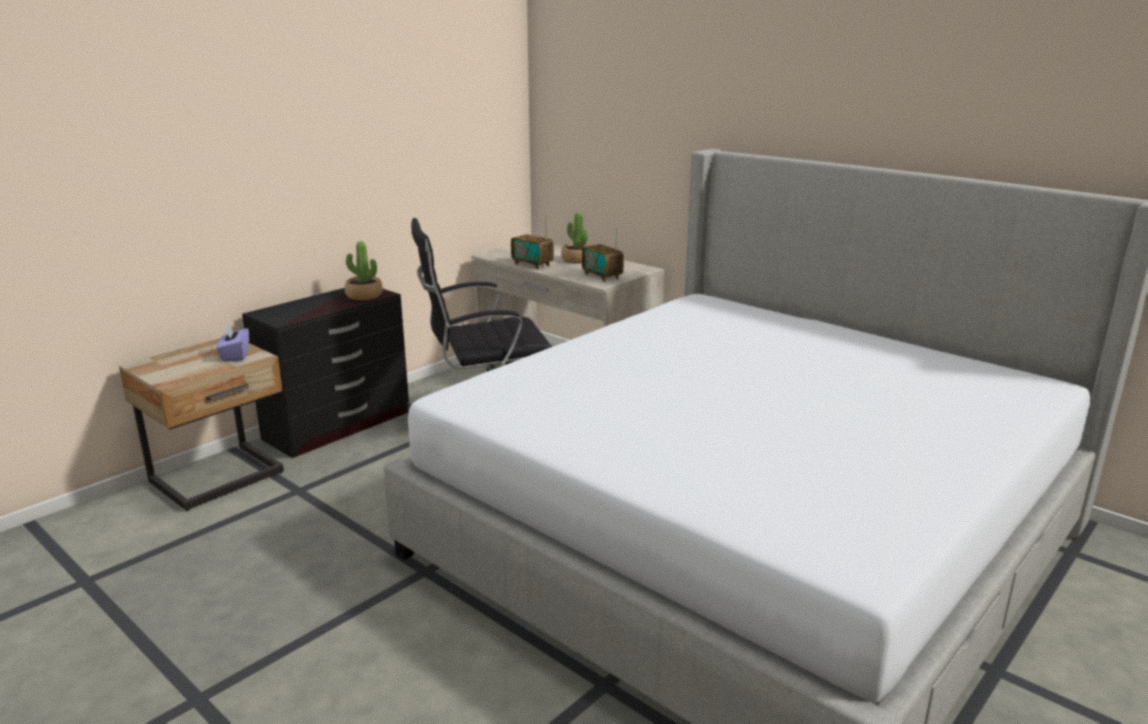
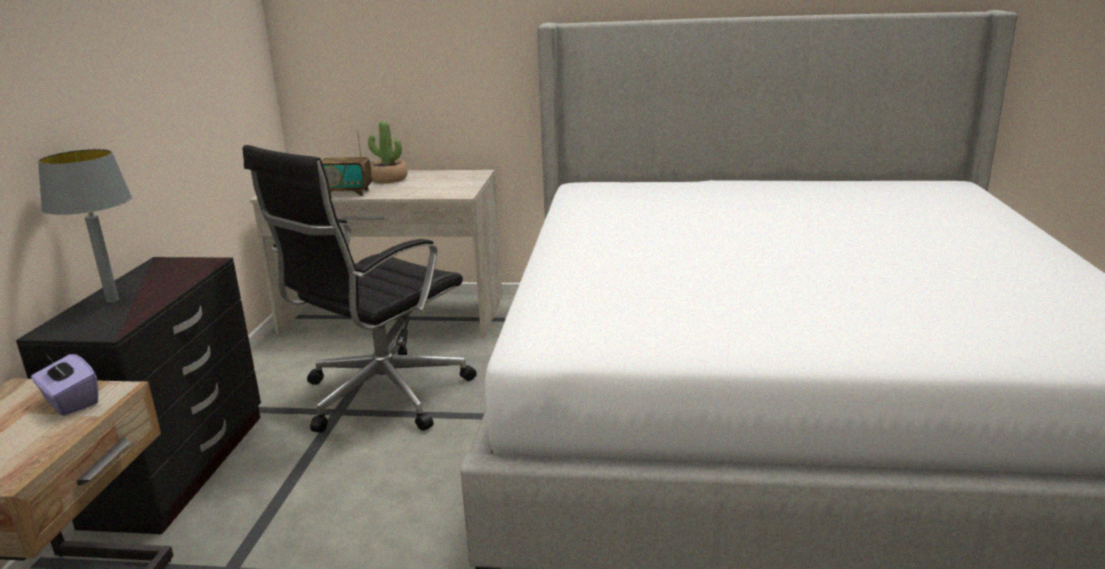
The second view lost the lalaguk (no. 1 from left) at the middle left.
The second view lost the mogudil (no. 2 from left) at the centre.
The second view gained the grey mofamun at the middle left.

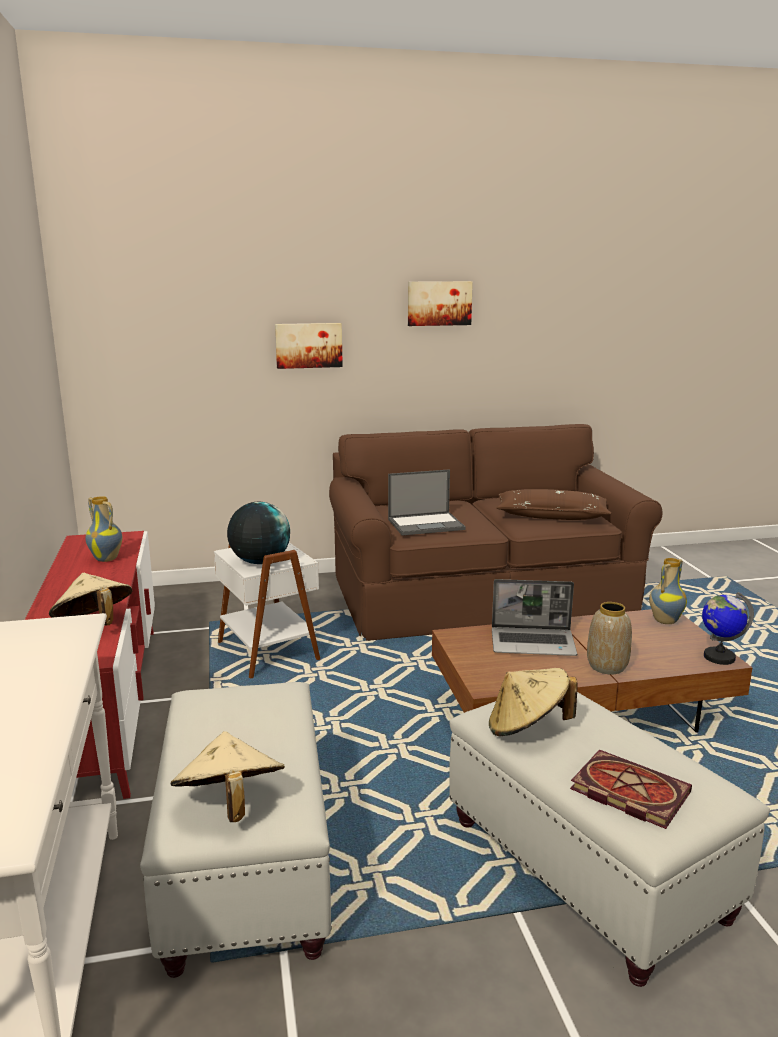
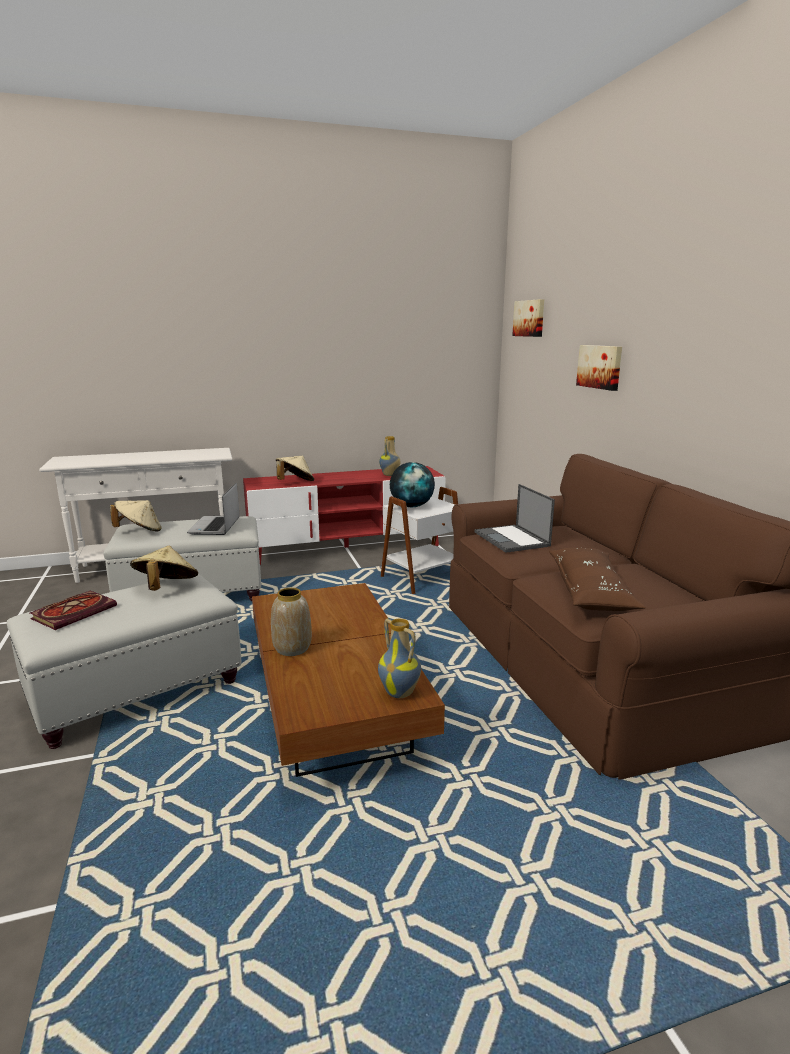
The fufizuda (no. 2 from left in the first image) ended up elsewhere, having gone from the top centre to the top right.
The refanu (no. 2 from left in the first image) ended up elsewhere, having gone from the middle right to the middle left.
The second view lost the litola (no. 2 from left) at the middle right.

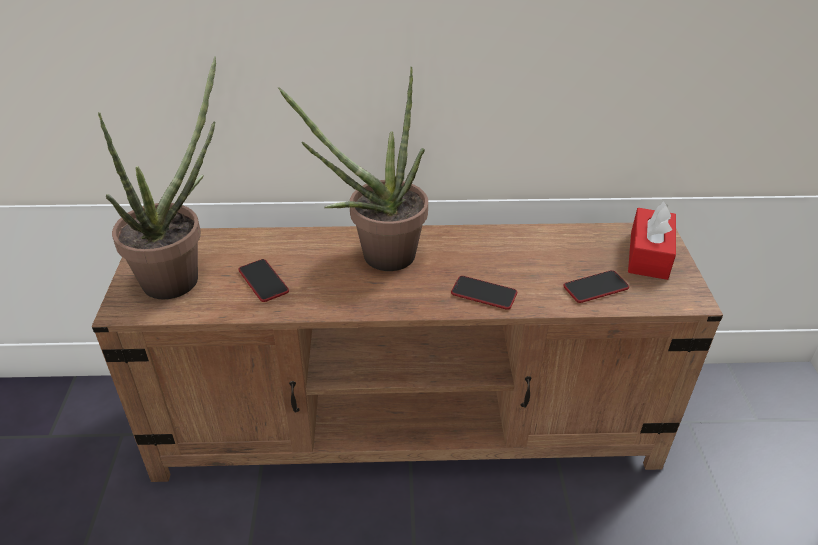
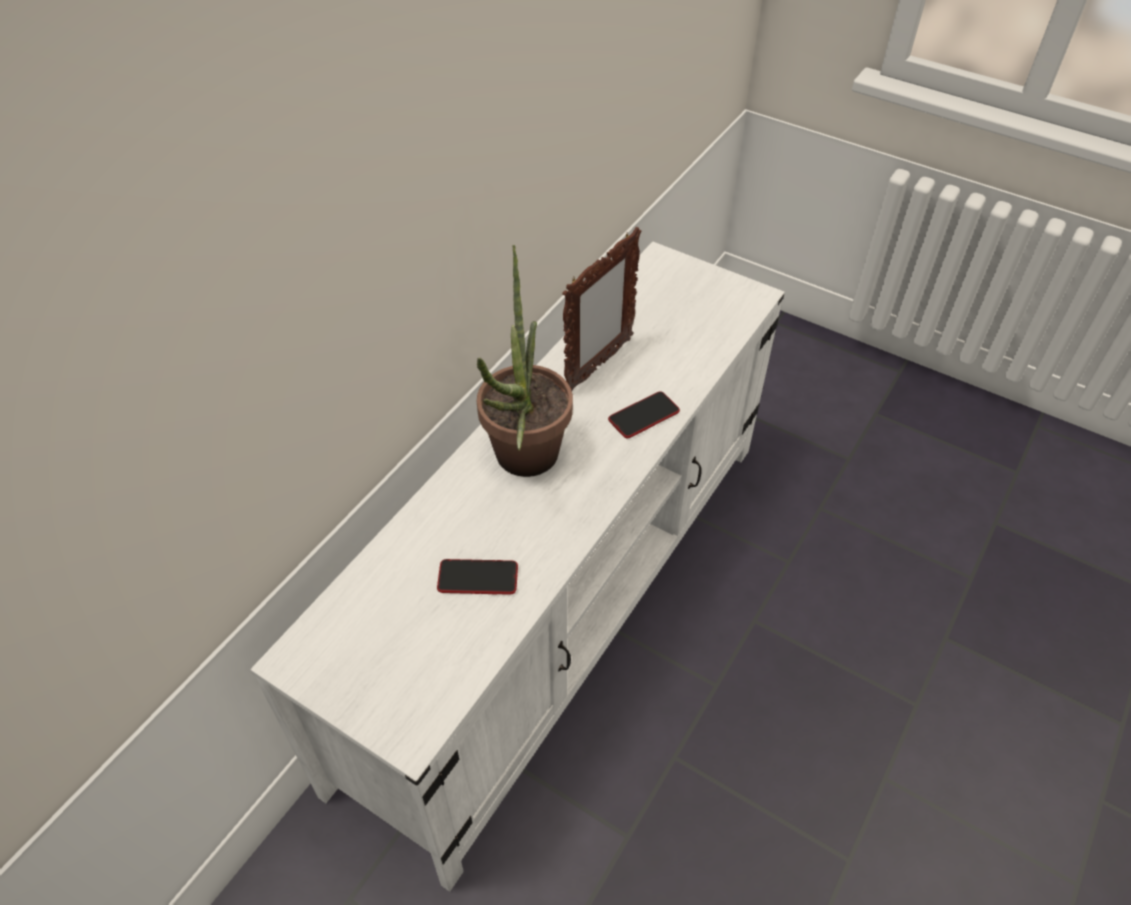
What was the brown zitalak at the centre turned into the white zitalak at the centre.
The second view lost the lalaguk (no. 1 from left) at the top left.
The second view lost the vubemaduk (no. 3 from left) at the middle right.
The second view lost the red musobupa at the middle right.
The second view gained the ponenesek at the centre.

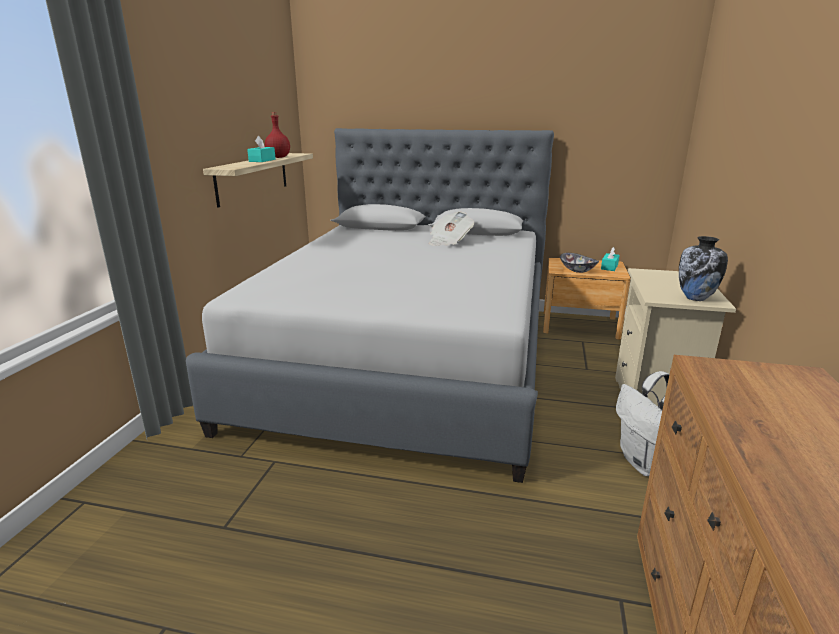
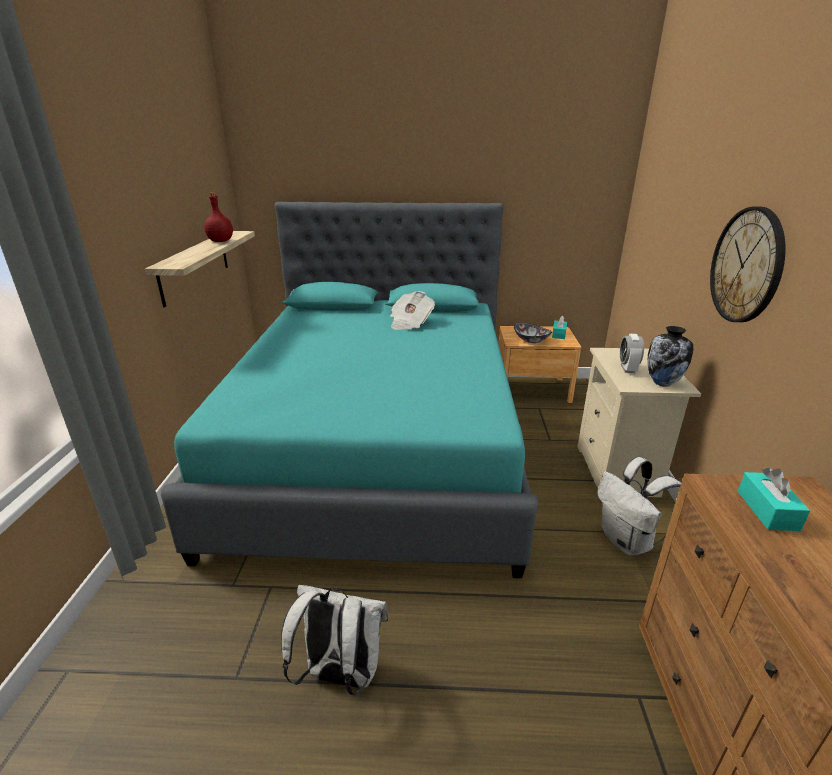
What was the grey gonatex at the centre turned into the turquoise gonatex at the centre.
The turquoise musobupa (no. 1 from left in the first image) ended up elsewhere, having gone from the top left to the middle right.
The second view gained the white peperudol (no. 1 from left) at the bottom centre.
The second view gained the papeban at the middle right.
The second view gained the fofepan at the middle right.

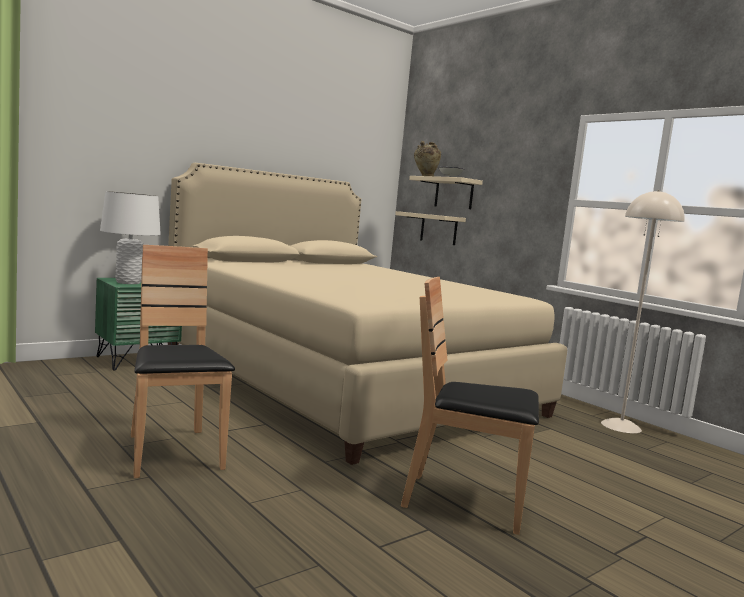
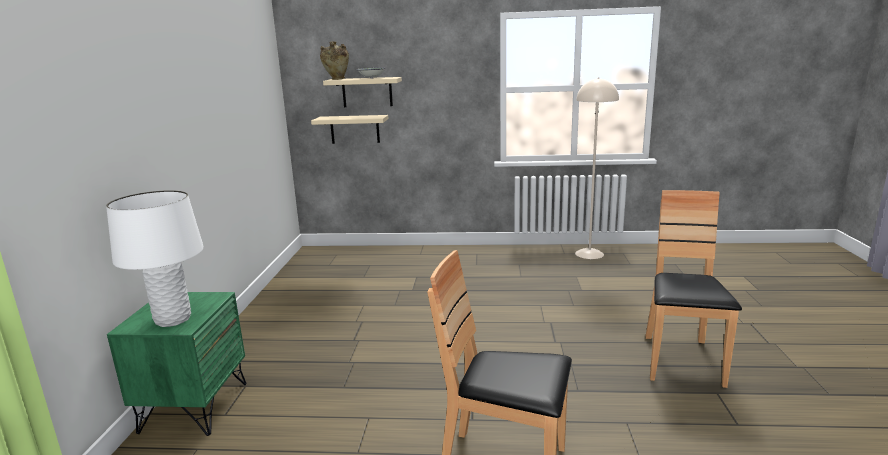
The second view lost the beige gonatex at the centre.
The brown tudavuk (no. 2 from left) at the bottom centre ended up facing another way, 135 degrees clockwise from before.

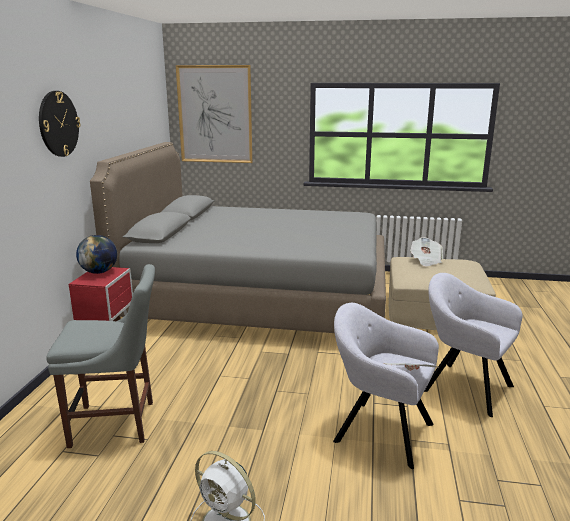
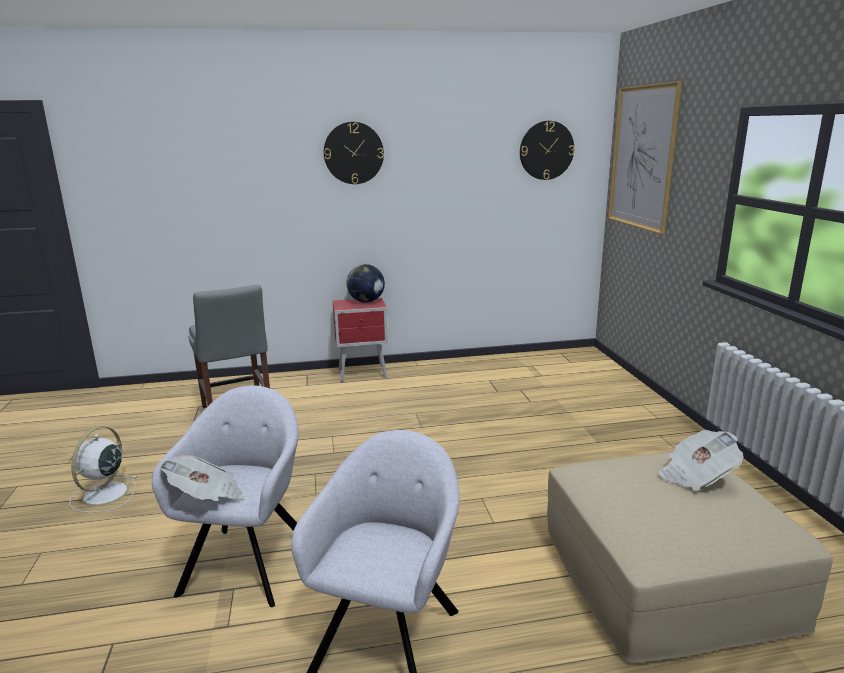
The second view lost the grey gonatex at the centre.
The second view gained the fofepan (no. 2 from left) at the top centre.

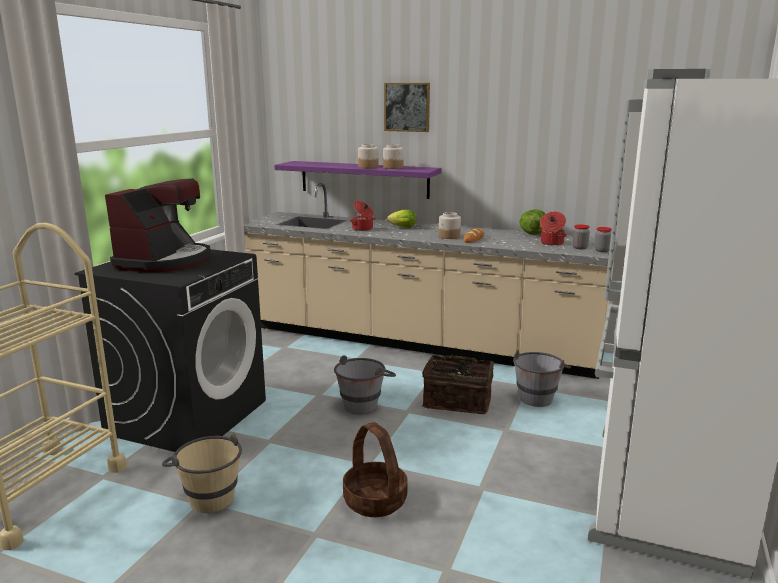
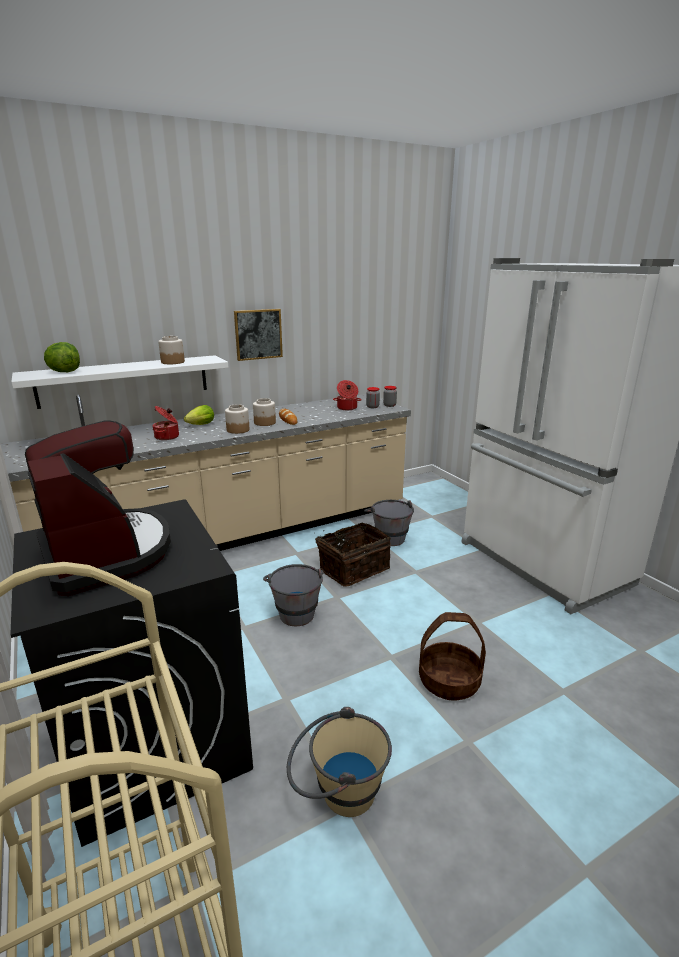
What was the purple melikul at the top centre turned into the white melikul at the middle left.
The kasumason (no. 1 from left in the first image) ended up elsewhere, having gone from the top centre to the centre.
The fufizuda ended up elsewhere, having gone from the top centre to the centre.
The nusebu (no. 2 from left in the first image) ended up elsewhere, having gone from the middle right to the middle left.

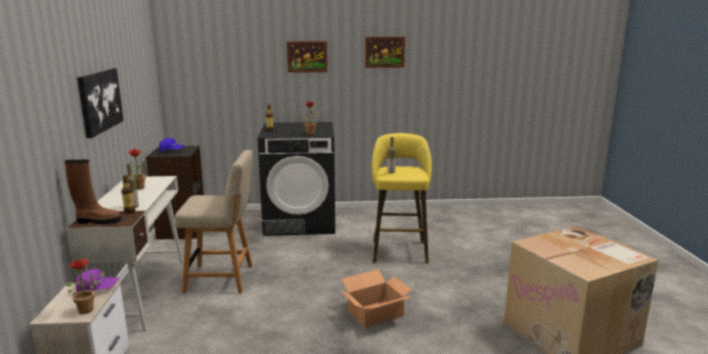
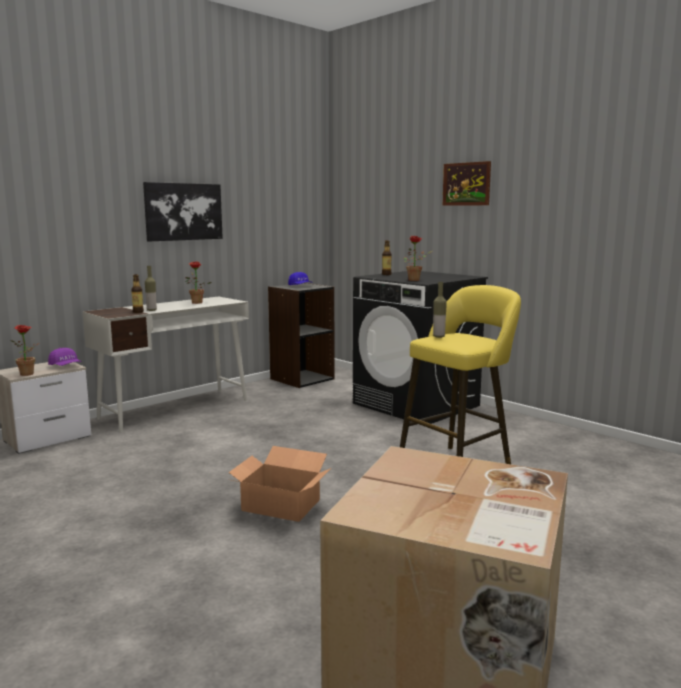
The second view lost the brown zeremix at the middle left.
The second view lost the beige tudavuk at the middle left.
The second view lost the fufizuda (no. 3 from left) at the top centre.

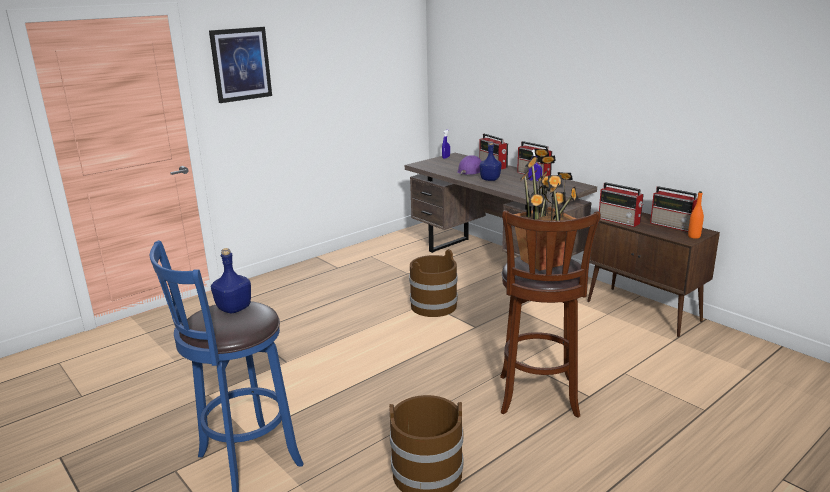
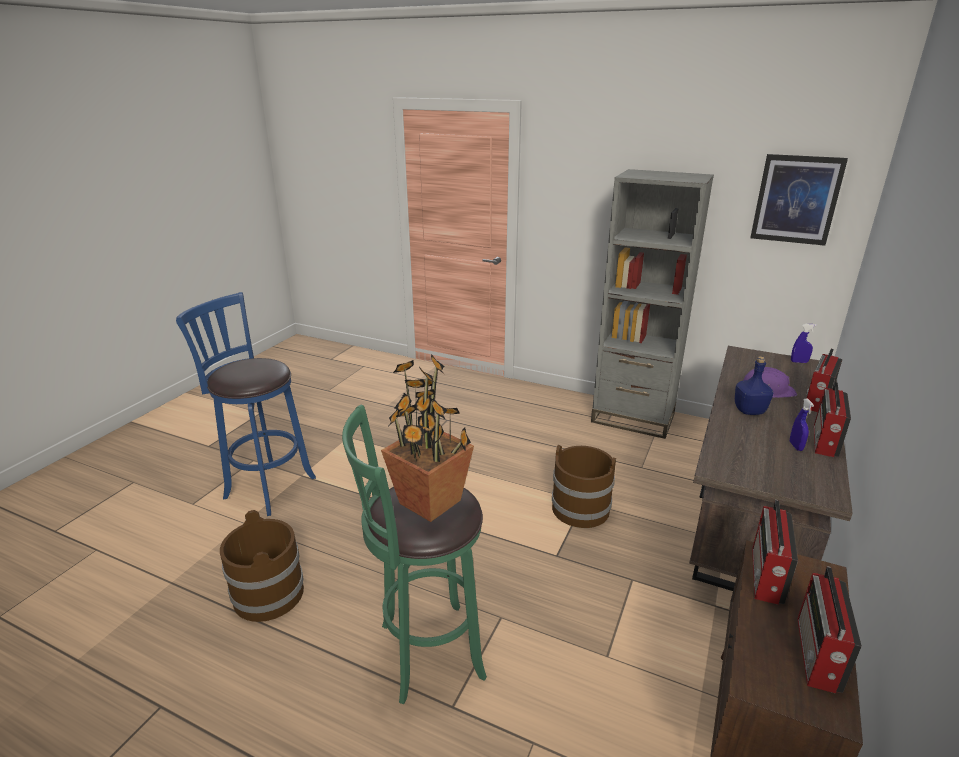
The fufizuda ended up elsewhere, having gone from the top left to the top right.
The second view lost the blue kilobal (no. 1 from left) at the middle left.
What was the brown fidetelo at the centre turned into the green fidetelo at the bottom centre.
The second view lost the orange kilobal at the middle right.
The second view gained the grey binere at the middle right.

